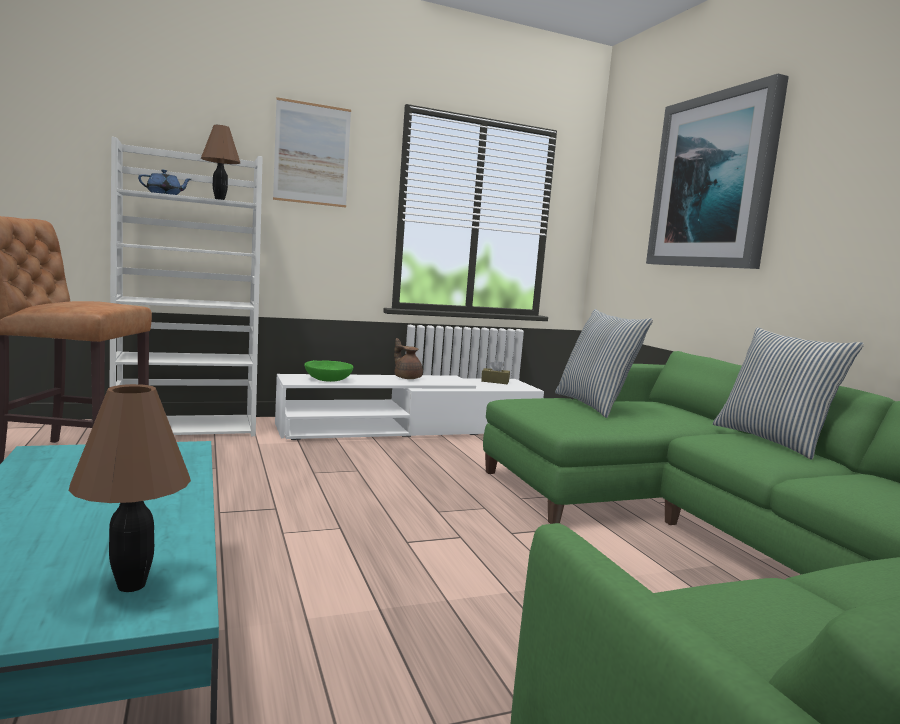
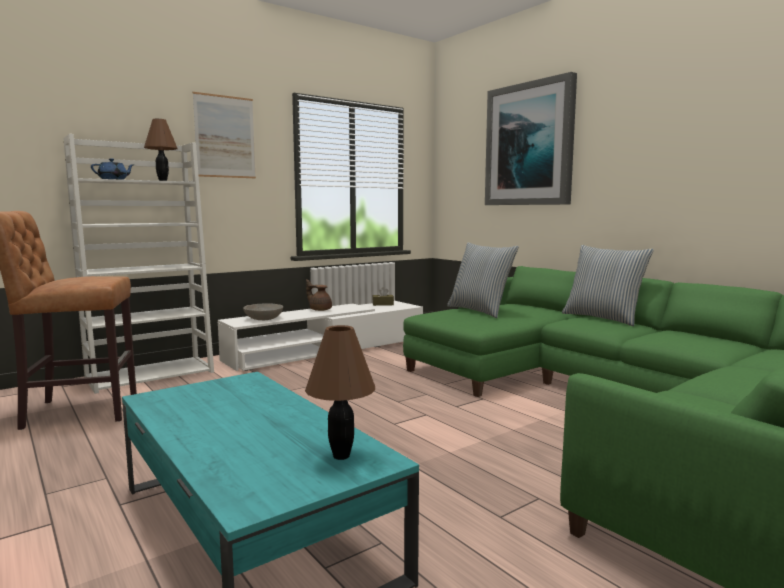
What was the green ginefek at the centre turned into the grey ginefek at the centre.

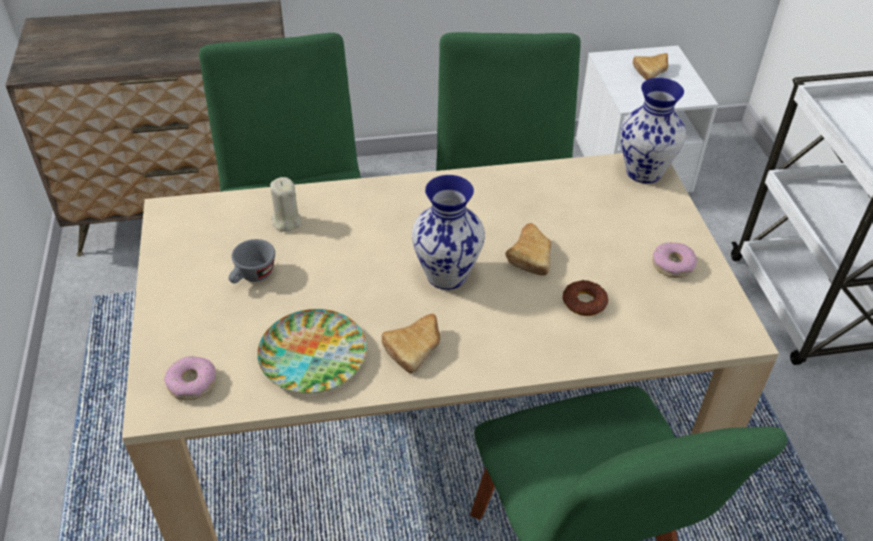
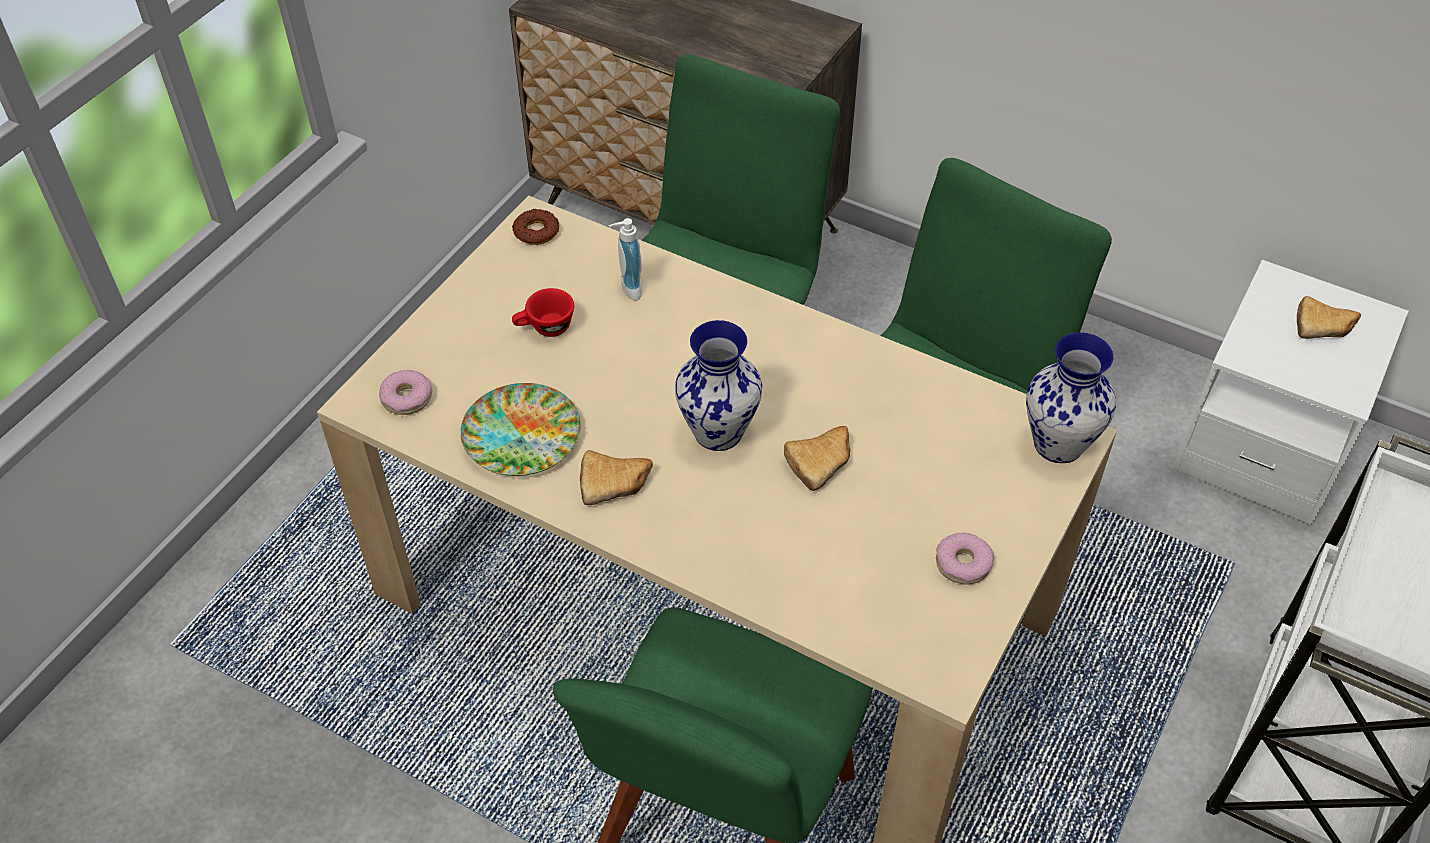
What was the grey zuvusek at the middle left turned into the red zuvusek at the centre.
Where the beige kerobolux stood at the middle left, the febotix came to stand at the top centre.
The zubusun (no. 2 from left) ended up elsewhere, having gone from the middle right to the top centre.

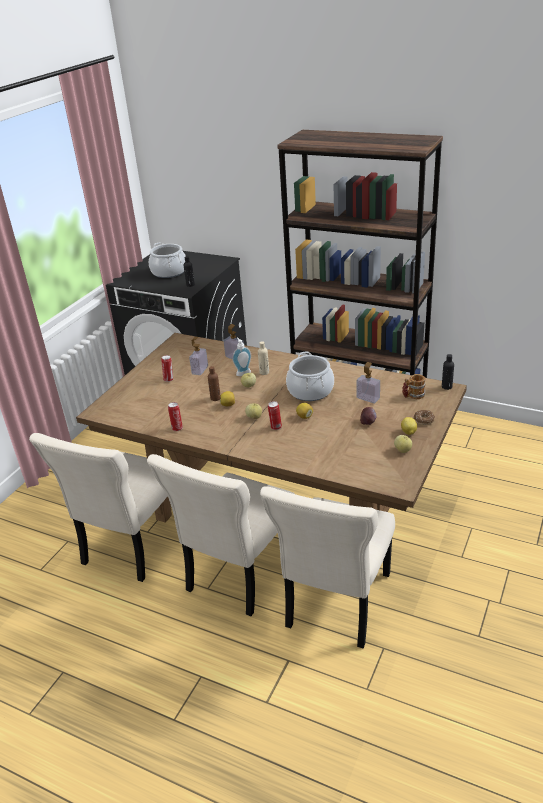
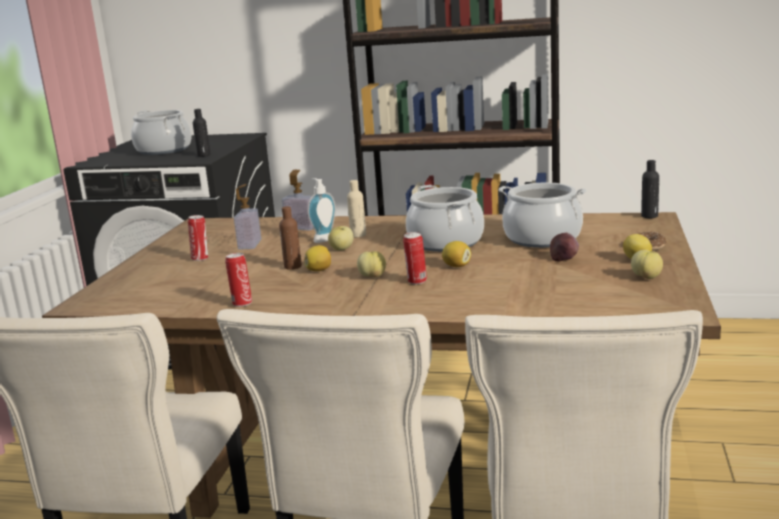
Where the febotix (no. 4 from left) stood at the middle right, the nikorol (no. 3 from left) came to stand at the middle right.
The second view lost the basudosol at the middle right.

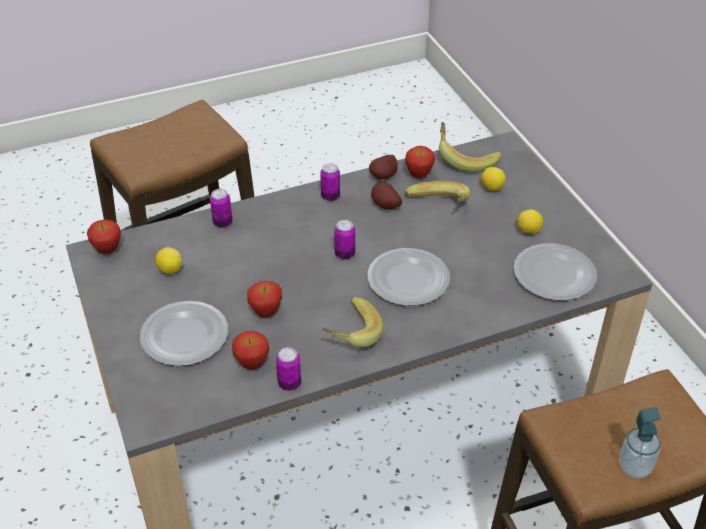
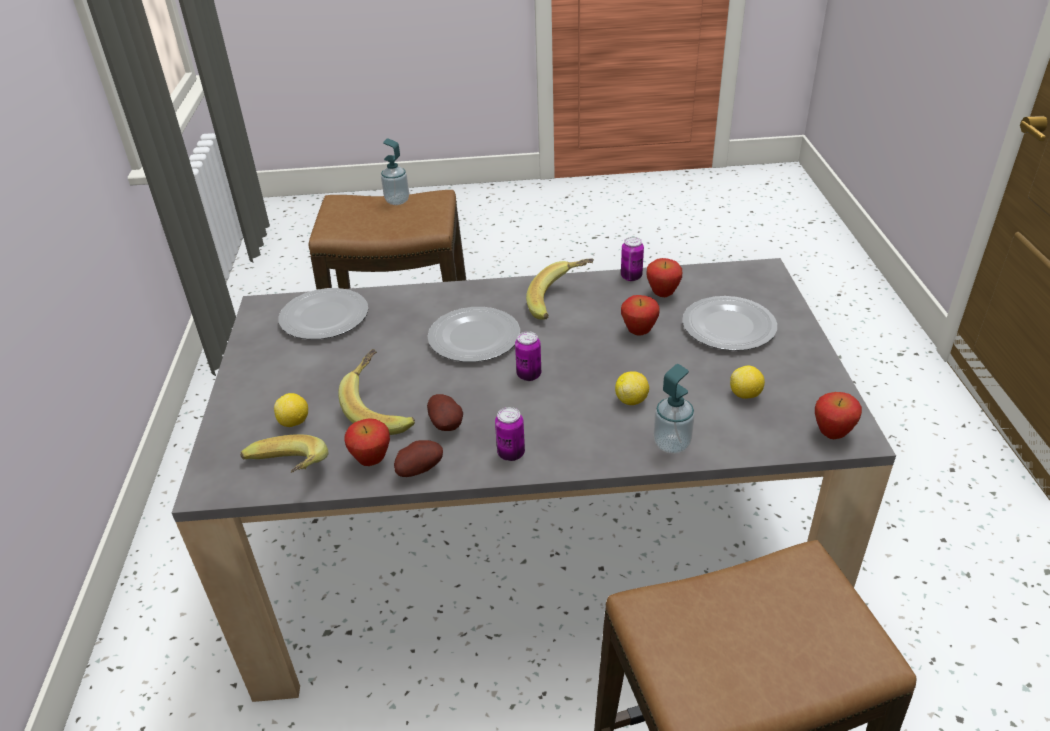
Where the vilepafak (no. 1 from left) stood at the middle left, the febotix (no. 2 from left) came to stand at the centre.
The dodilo (no. 3 from left in the first image) ended up elsewhere, having gone from the middle right to the centre.

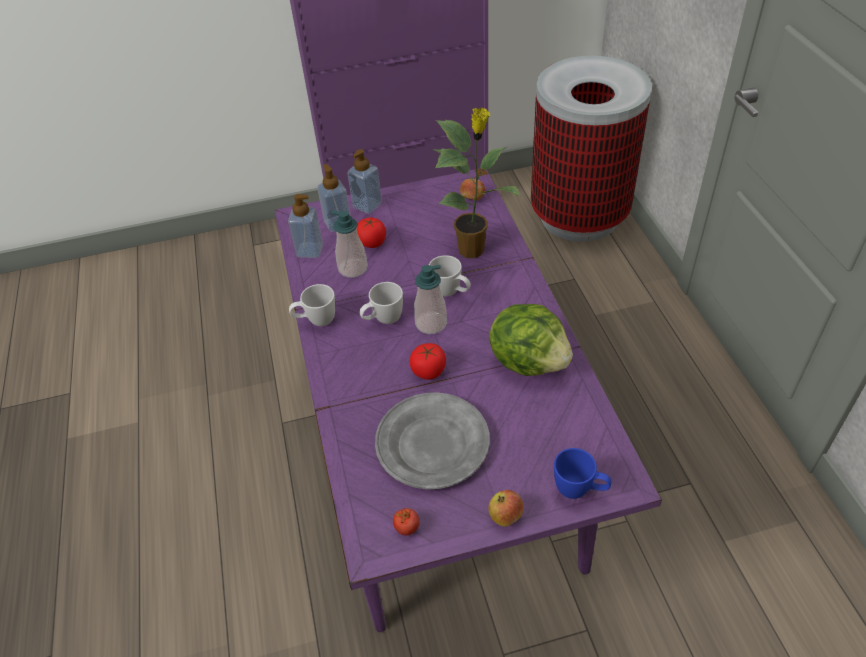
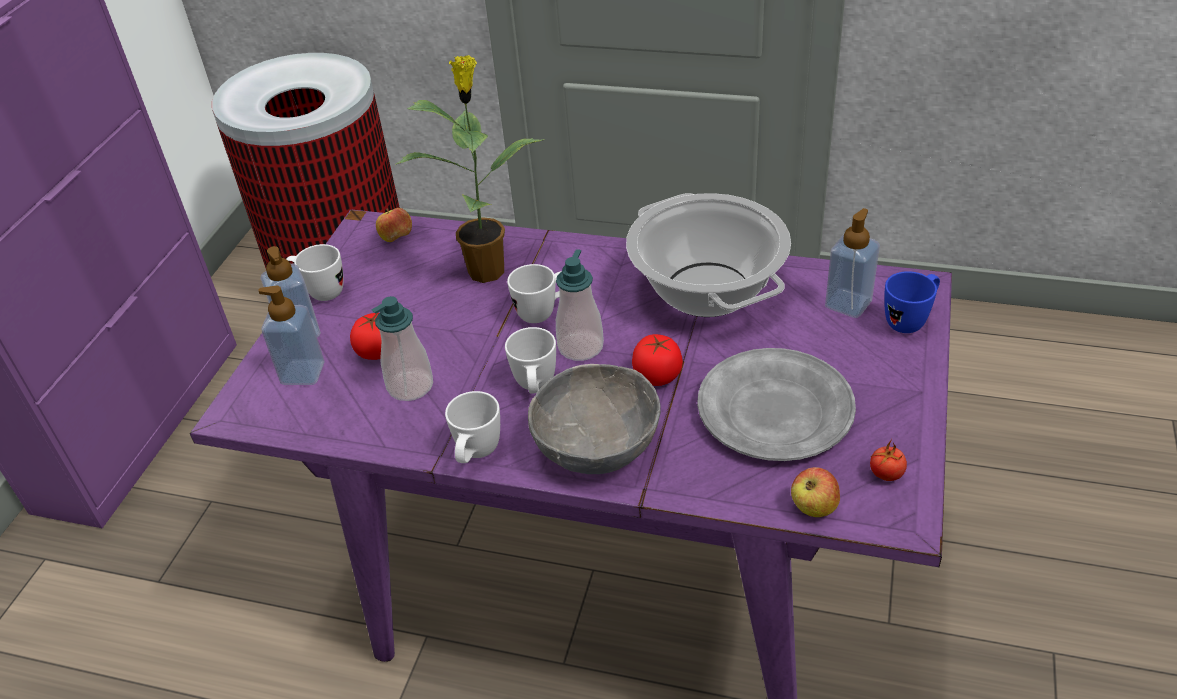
The febotix (no. 1 from left in the first image) ended up elsewhere, having gone from the centre to the middle right.
The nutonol (no. 2 from left) ended up elsewhere, having gone from the bottom centre to the bottom right.
Where the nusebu stood at the centre, the nikorol came to stand at the centre.
The second view gained the white basudosol (no. 1 from left) at the middle left.
The second view gained the grey ginefek at the centre.

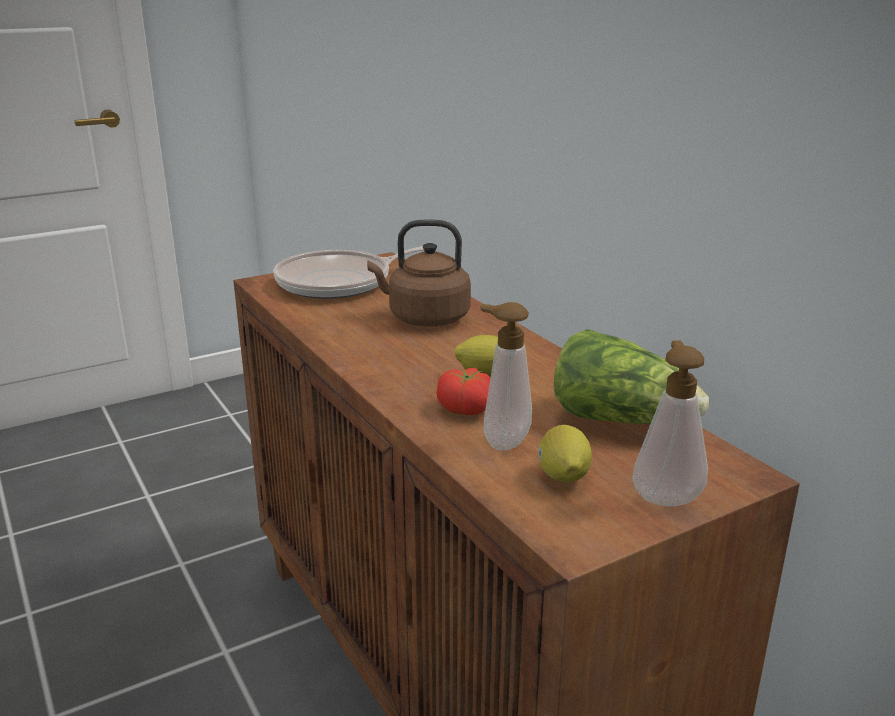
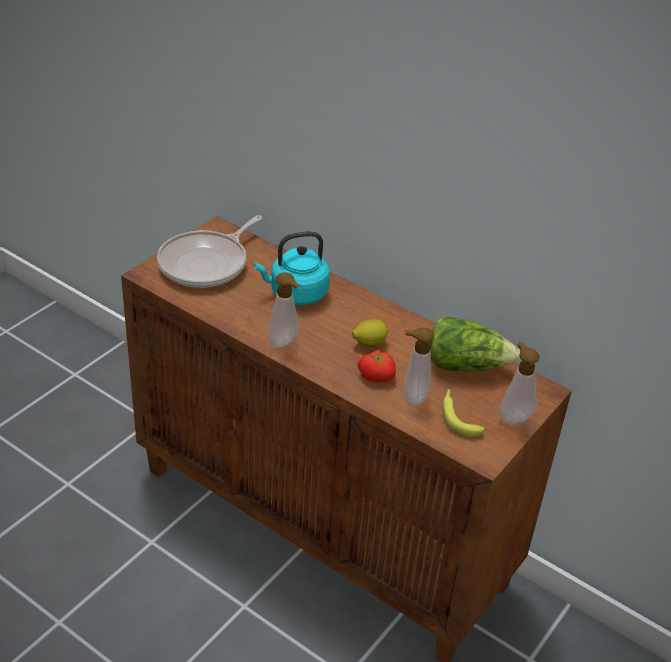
What was the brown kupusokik at the centre turned into the turquoise kupusokik at the centre.
Where the dodilo (no. 2 from left) stood at the centre, the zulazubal came to stand at the middle right.
The second view gained the febotix (no. 1 from left) at the centre.

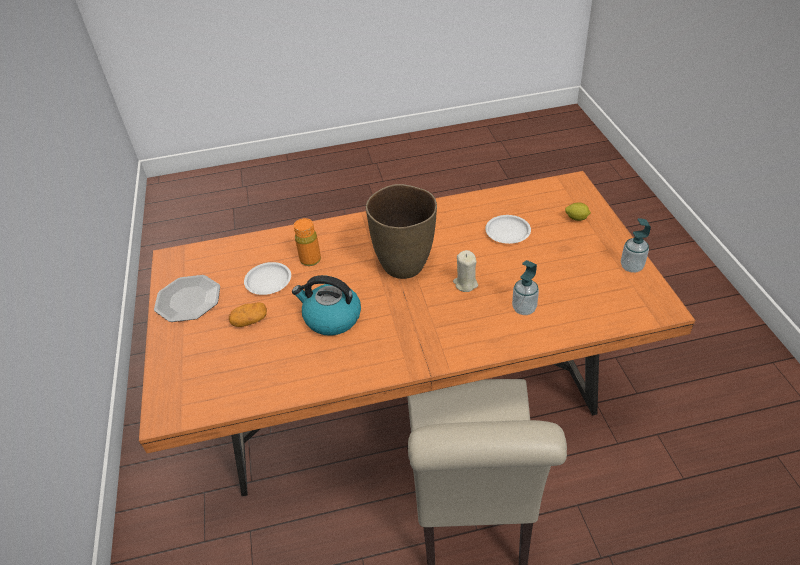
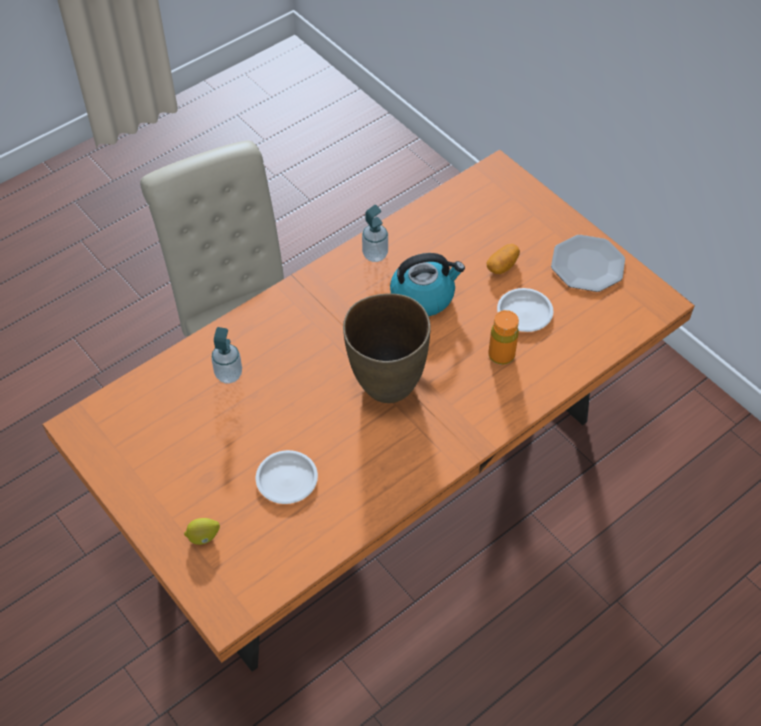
The second view lost the beige kerobolux at the centre.
The febotix (no. 2 from left) ended up elsewhere, having gone from the middle right to the top centre.

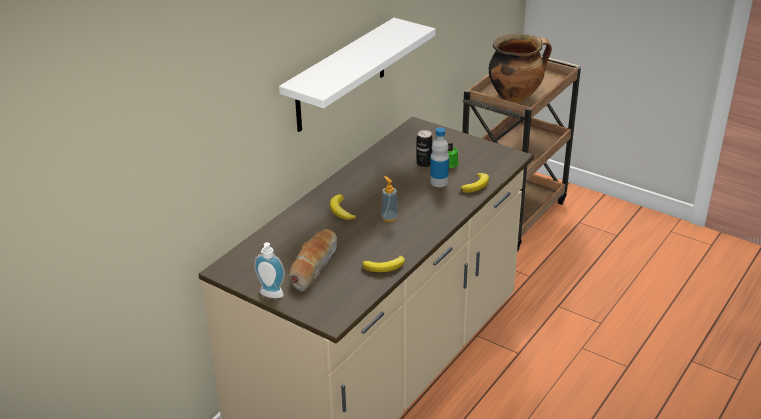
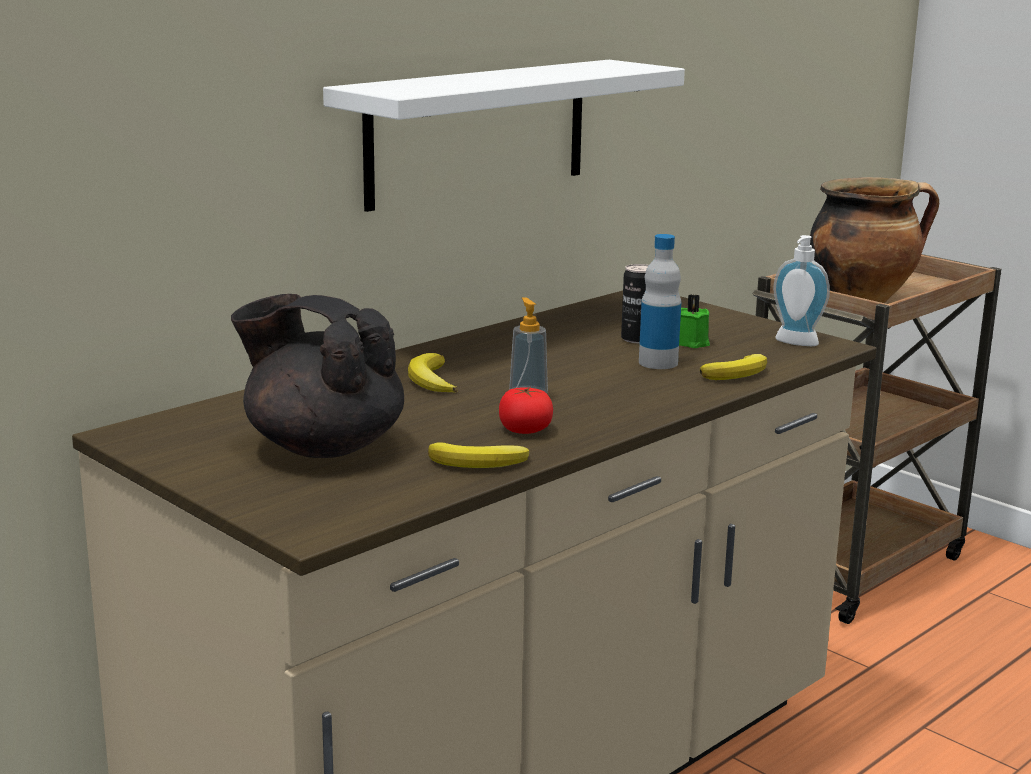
The febotix (no. 1 from left in the first image) ended up elsewhere, having gone from the centre to the middle right.
Where the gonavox stood at the centre, the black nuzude came to stand at the middle left.
The second view gained the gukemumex at the centre.

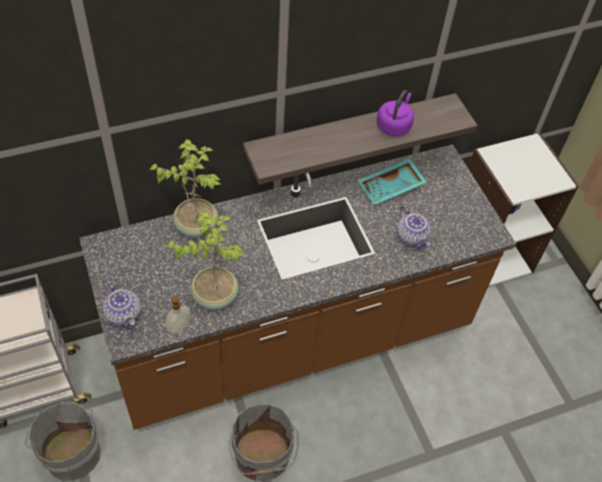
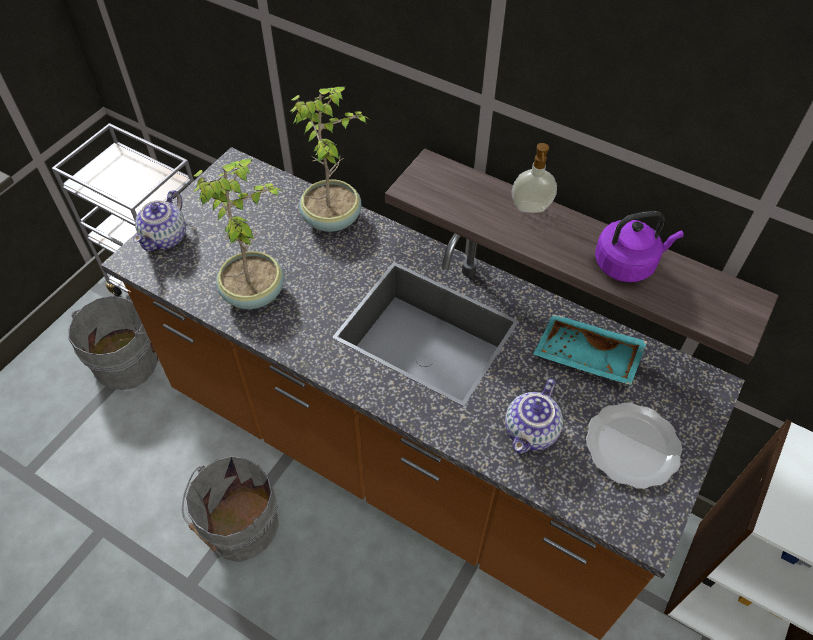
The febotix ended up elsewhere, having gone from the middle left to the top centre.
The second view gained the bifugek at the bottom right.

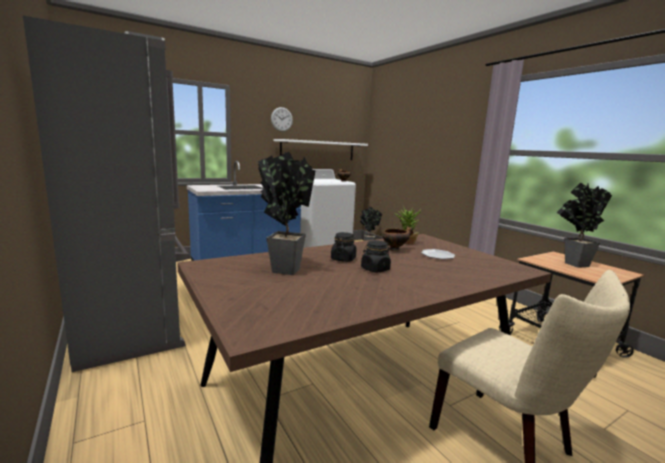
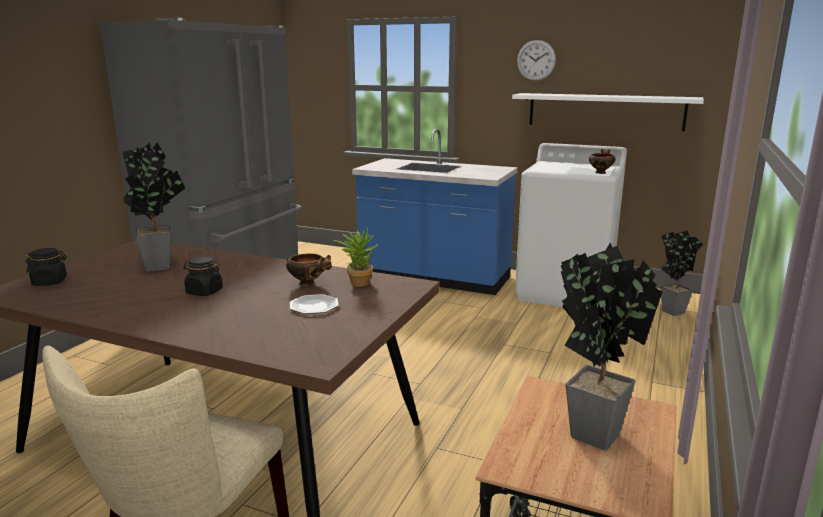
The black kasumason (no. 1 from left) ended up elsewhere, having gone from the centre to the middle left.

